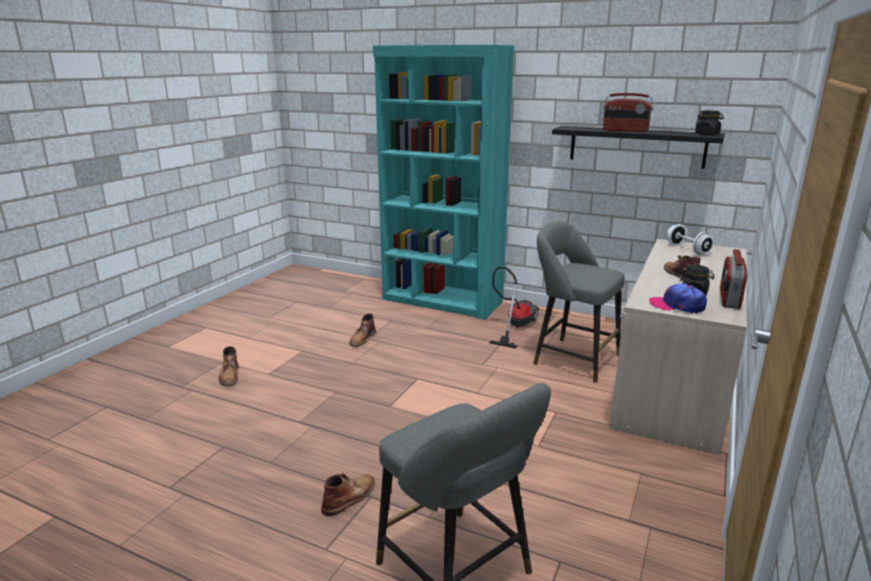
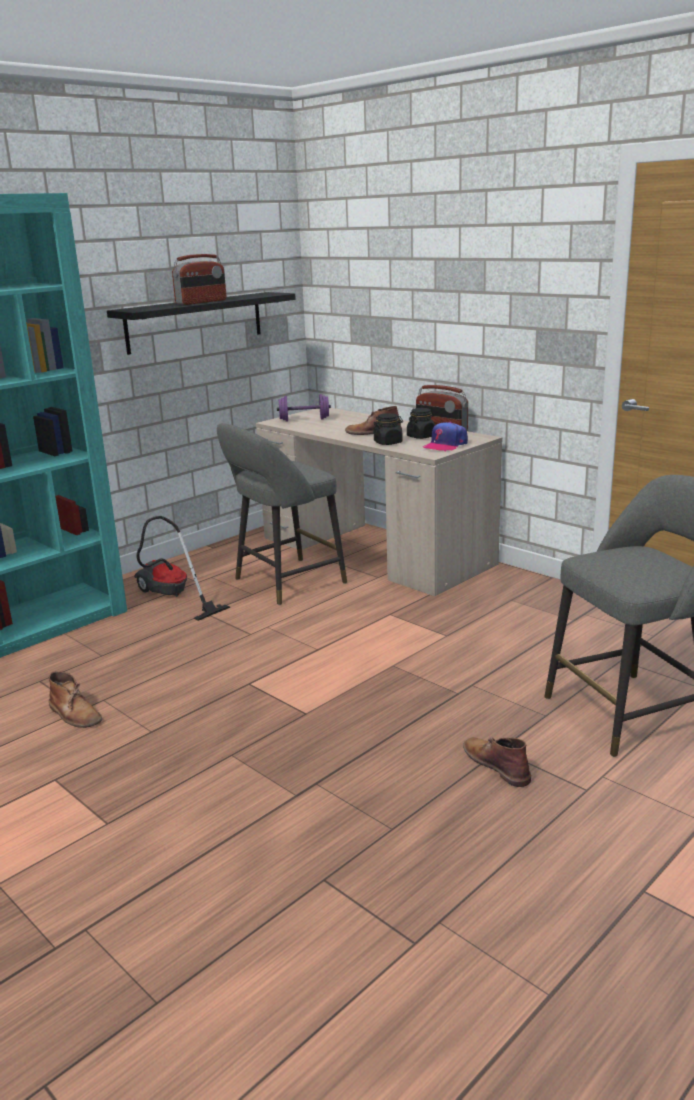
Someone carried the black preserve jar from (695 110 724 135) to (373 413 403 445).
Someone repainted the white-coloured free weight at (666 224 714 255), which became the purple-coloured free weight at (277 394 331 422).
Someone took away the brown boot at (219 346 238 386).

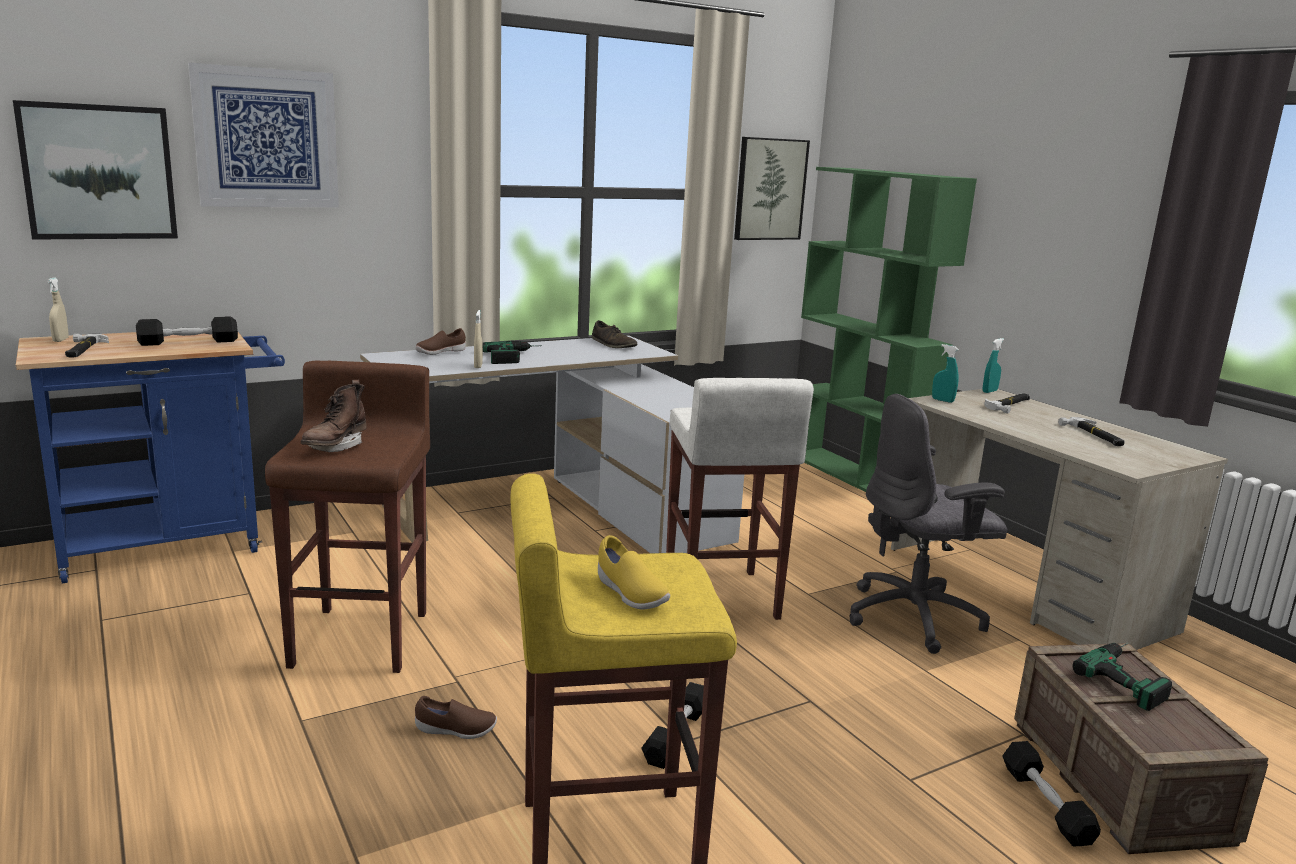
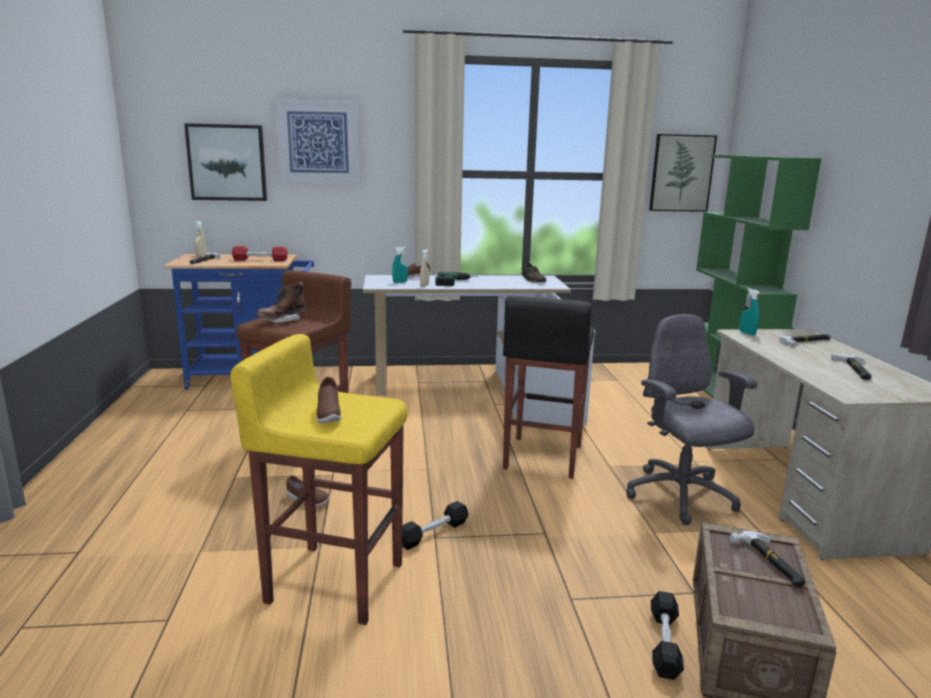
Someone repainted the black free weight at (136 316 238 346), which became the red-coloured free weight at (232 246 288 262).
Someone carried the turquoise-coloured sprayer from (983 338 1004 393) to (392 247 408 283).
Someone repainted the white-coloured stool seat at (666 378 814 620), which became the black stool seat at (503 296 594 479).
Someone rotated the grey desk chair at (849 394 1007 654) by 60 degrees clockwise.
Someone repainted the yellowish shoe at (598 535 670 609), which became the brown shoe at (316 377 341 423).
Someone swapped the power drill at (1073 643 1172 711) for the hammer at (730 531 805 586).

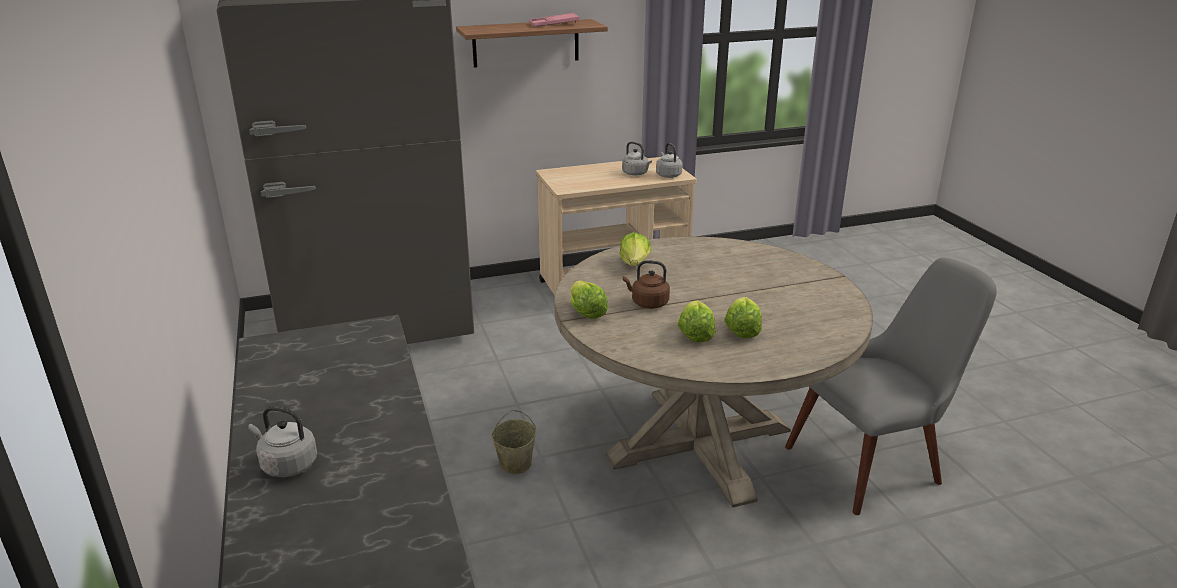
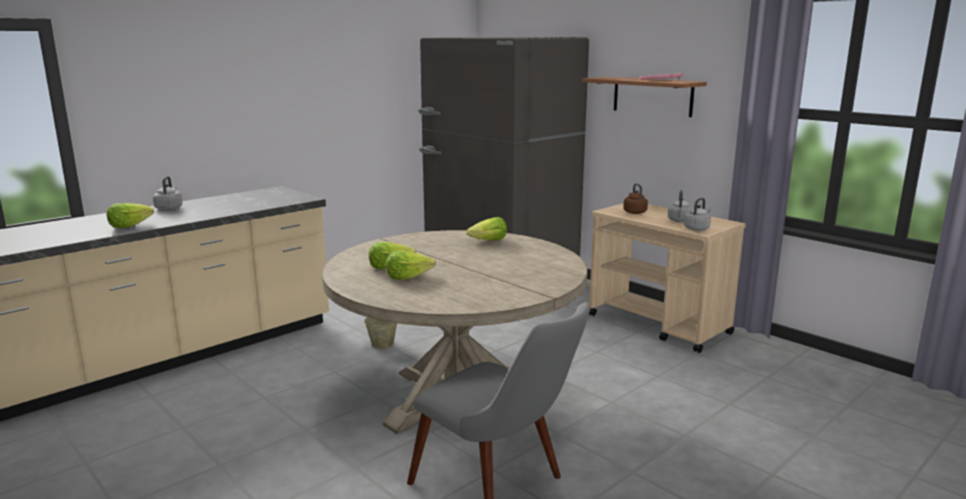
Someone carried the brown water kettle from (623 260 670 309) to (623 183 648 214).
Someone carried the lettuce head from (570 280 608 319) to (107 203 154 228).

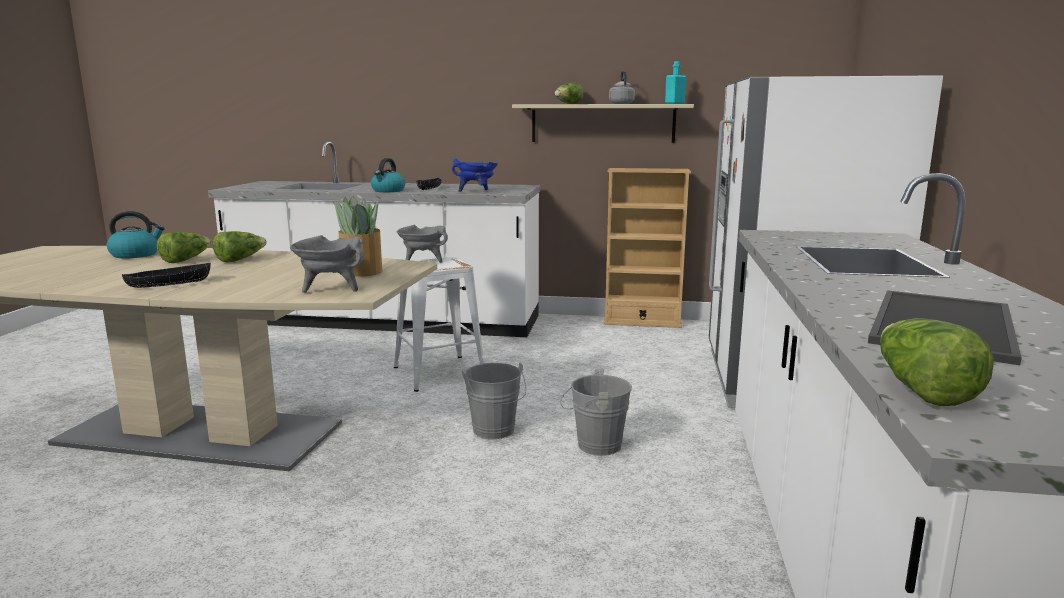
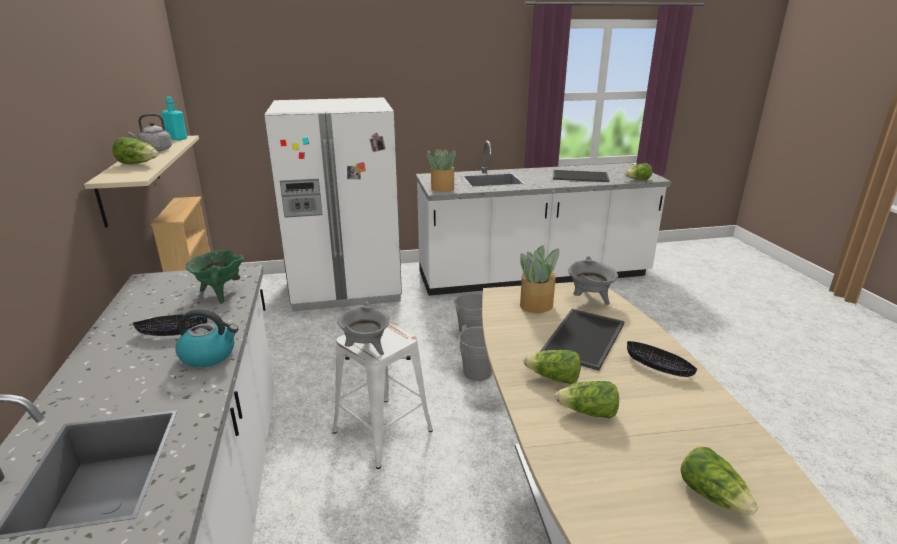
Someone repainted the bluish cooking pot at (452 159 498 192), which became the green-coloured cooking pot at (186 250 244 304).
Someone took away the water kettle at (107 211 165 259).
Someone put down the houseplant at (427 149 456 192).
Someone put down the serving tray at (540 309 625 371).
Someone put down the lettuce head at (680 447 758 515).

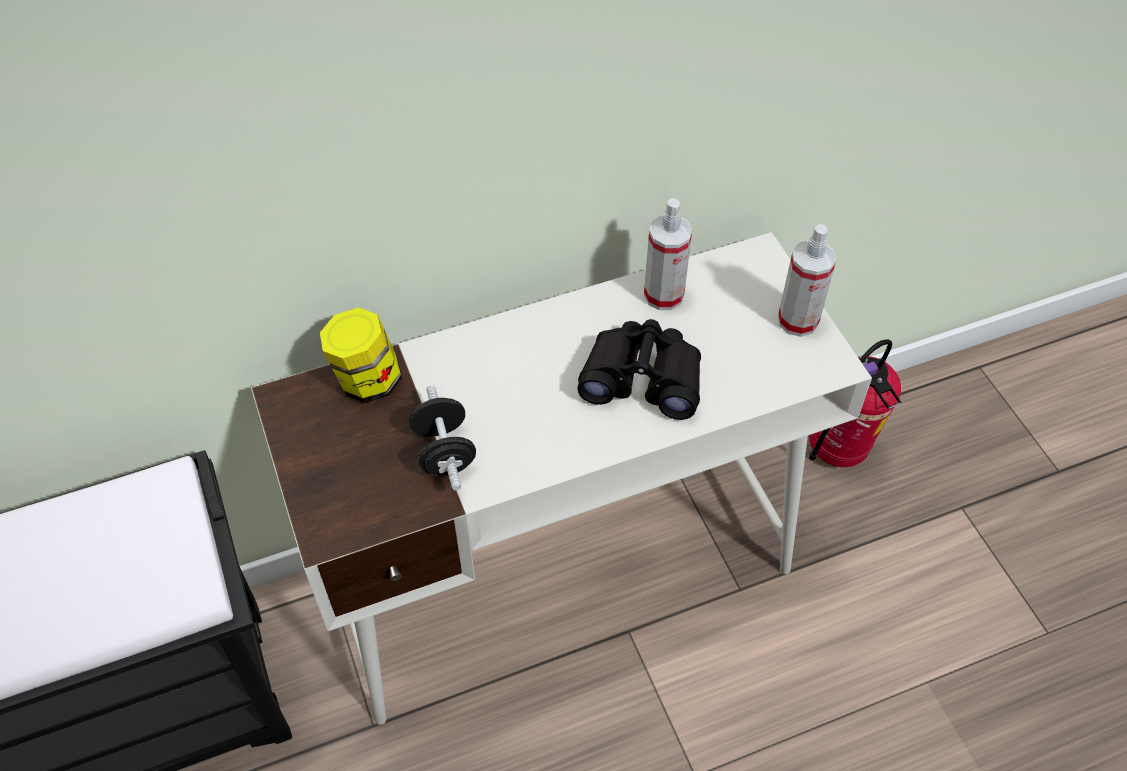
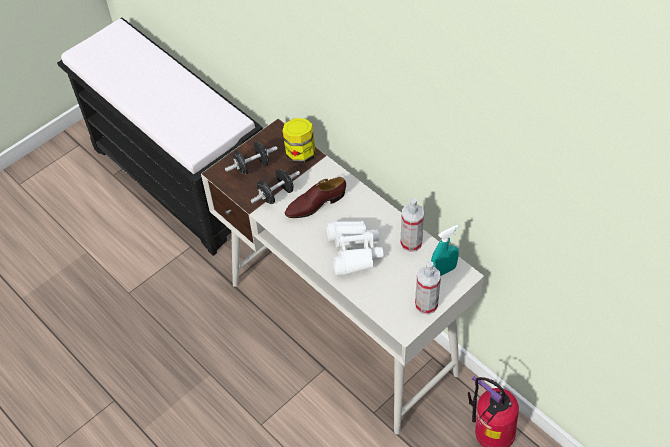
Someone repainted the black pair of binoculars at (577 319 701 420), which became the white-coloured pair of binoculars at (326 221 384 276).
Someone put down the black free weight at (225 142 278 175).
Someone put down the brown shoe at (285 177 346 218).
Someone put down the turquoise-coloured sprayer at (431 225 459 276).

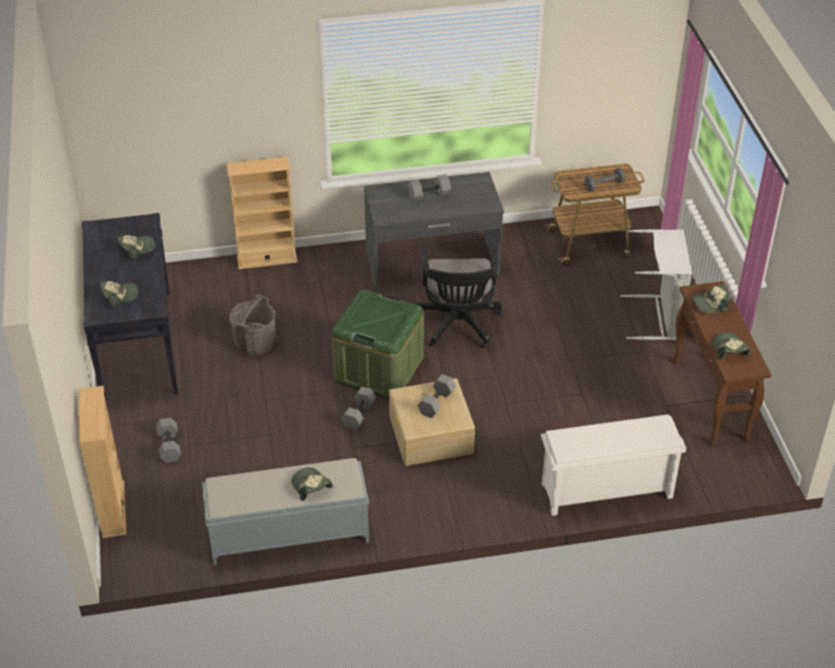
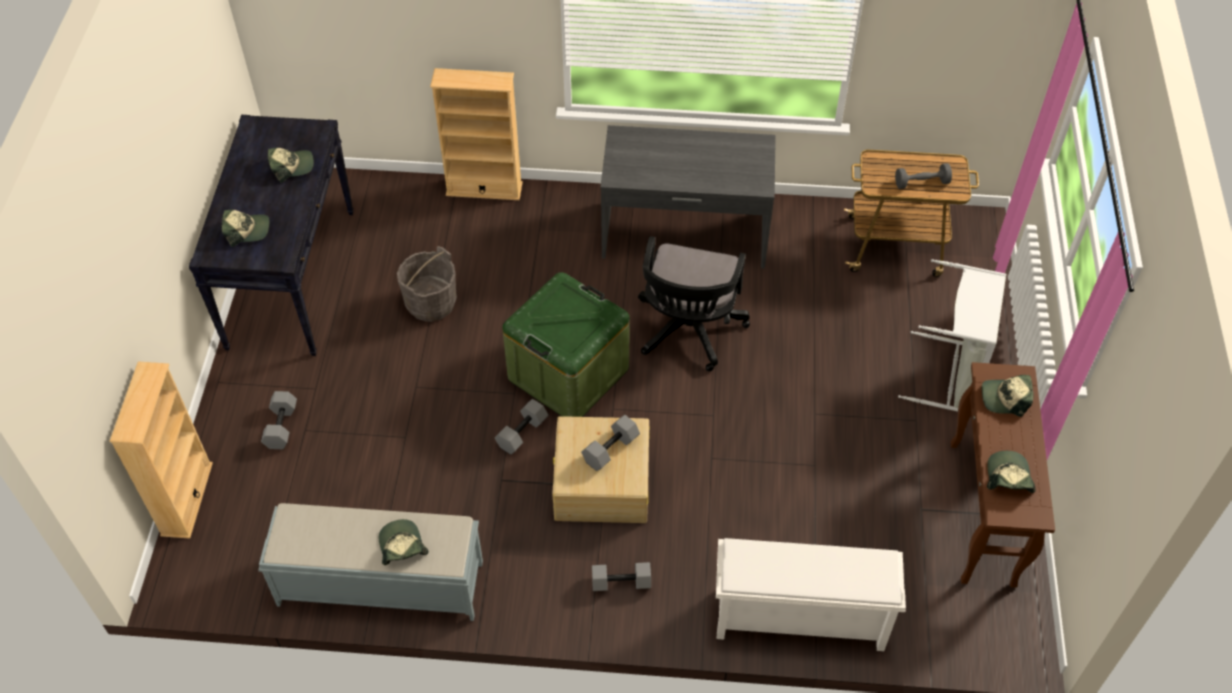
Someone carried the grey free weight from (408 174 451 201) to (592 562 651 591).

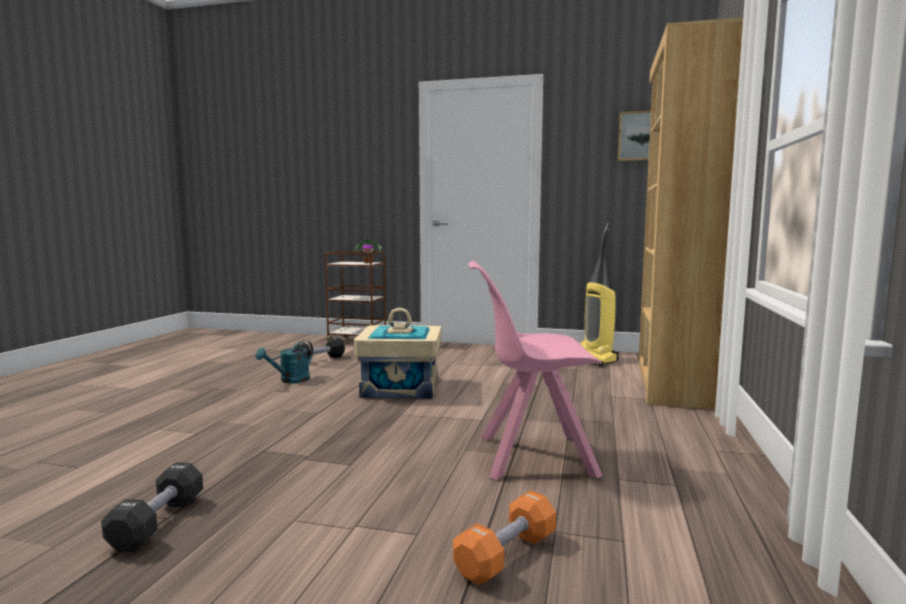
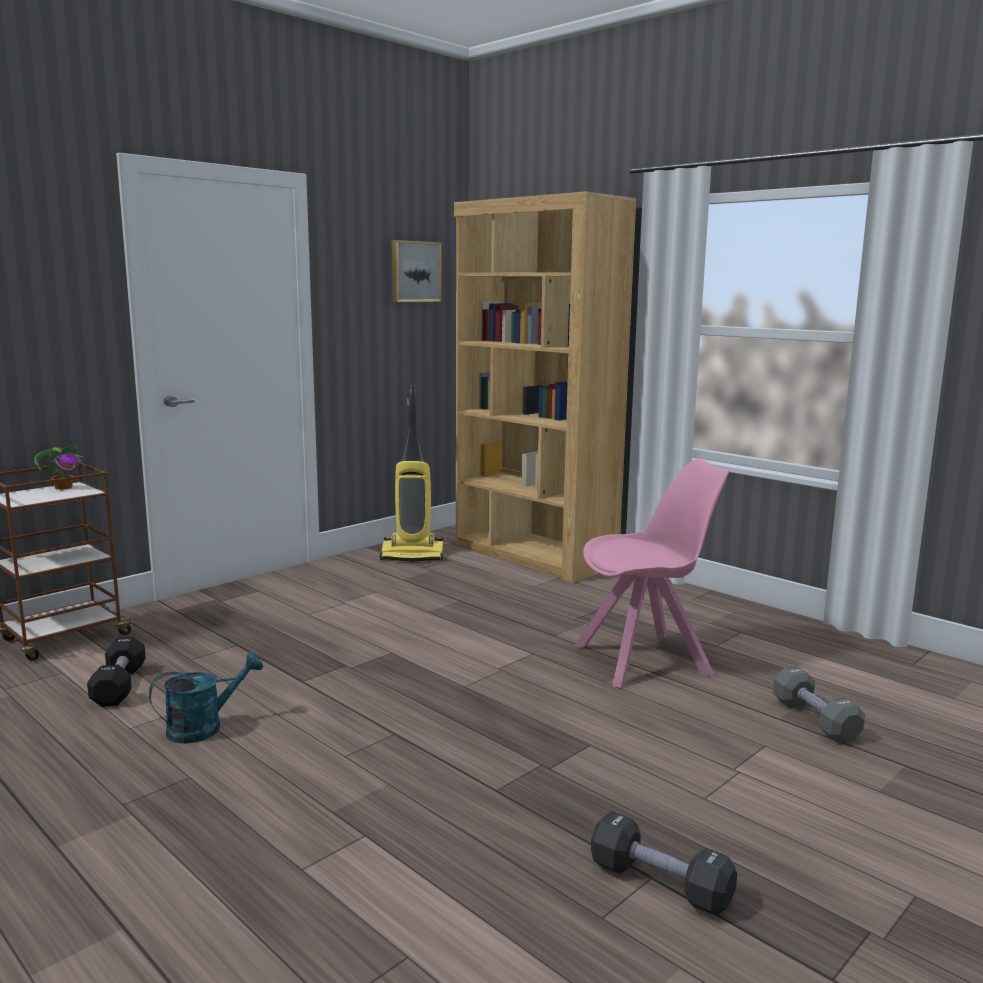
Someone rotated the pink-coloured plain chair at (468 261 603 480) by 135 degrees counterclockwise.
Someone took away the beige storage bin at (354 308 441 399).
Someone rotated the turquoise-coloured watering pot at (256 340 313 383) by 105 degrees counterclockwise.
Someone repainted the orangey free weight at (453 490 556 585), which became the grey free weight at (773 666 865 744).

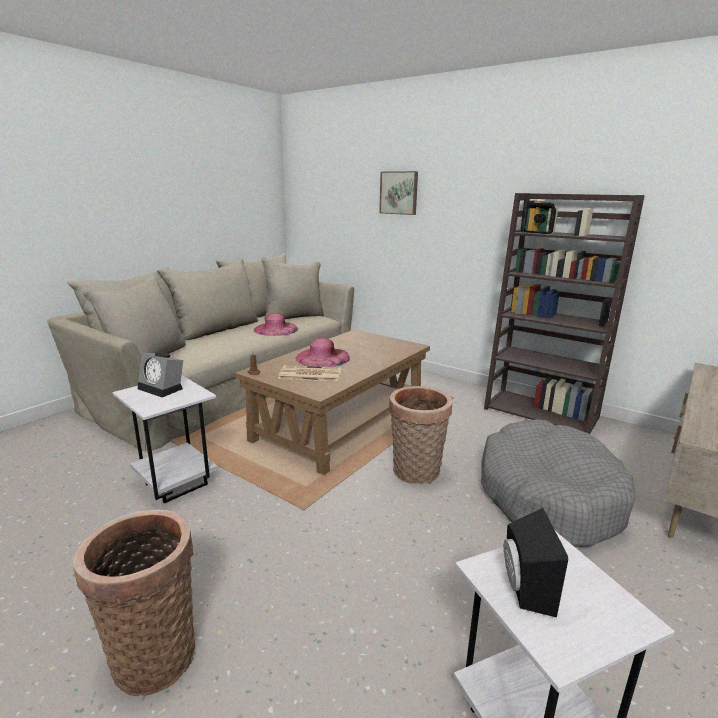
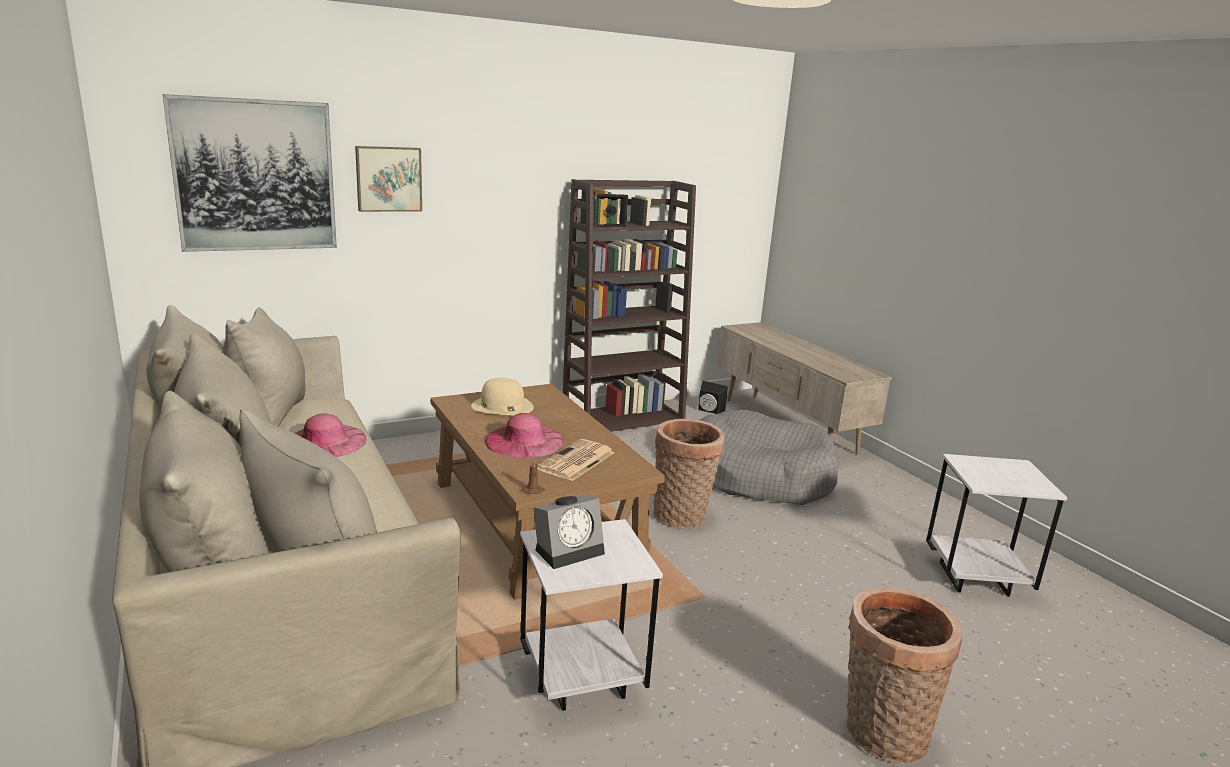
Someone carried the black audio speaker from (504 508 568 617) to (698 381 728 414).
Someone put up the wall picture at (163 94 337 252).
Someone put down the beige wearable hat at (471 378 534 415).

